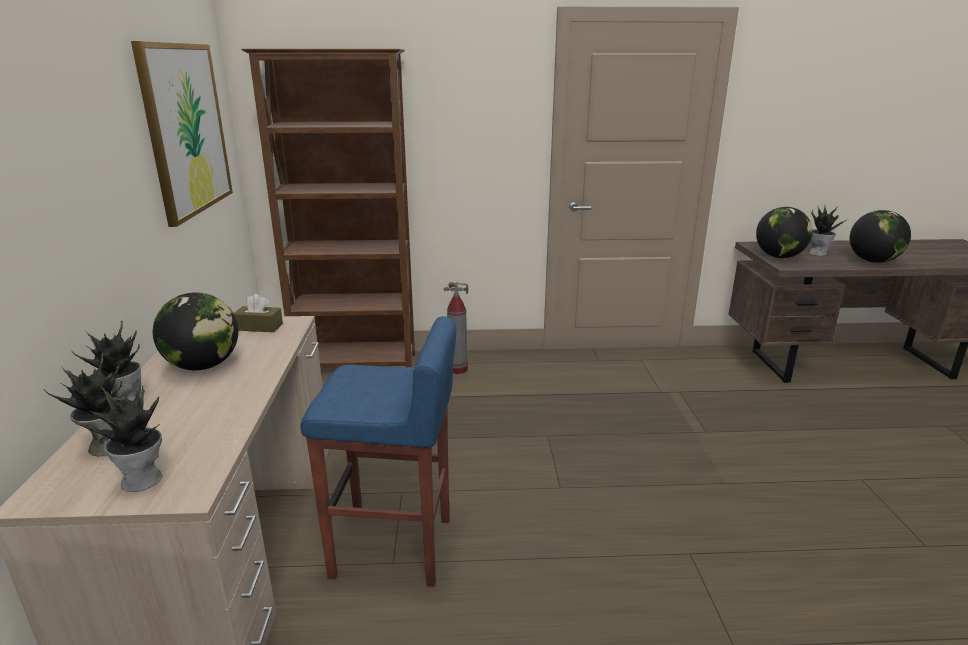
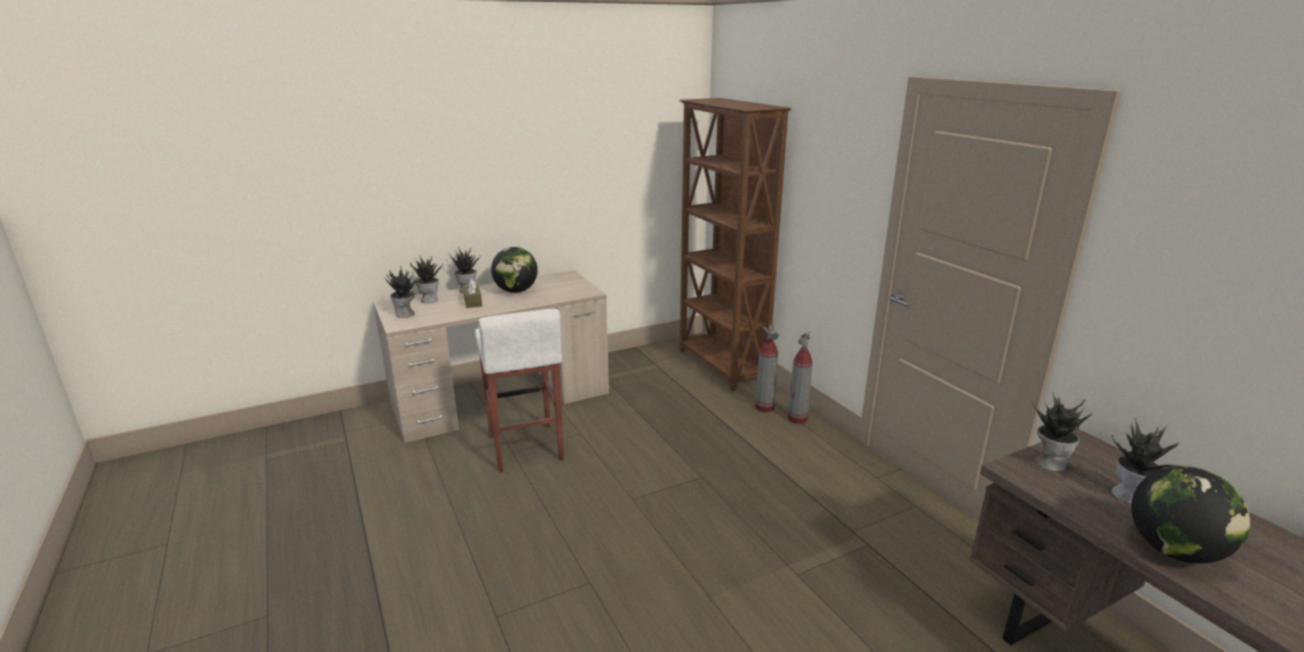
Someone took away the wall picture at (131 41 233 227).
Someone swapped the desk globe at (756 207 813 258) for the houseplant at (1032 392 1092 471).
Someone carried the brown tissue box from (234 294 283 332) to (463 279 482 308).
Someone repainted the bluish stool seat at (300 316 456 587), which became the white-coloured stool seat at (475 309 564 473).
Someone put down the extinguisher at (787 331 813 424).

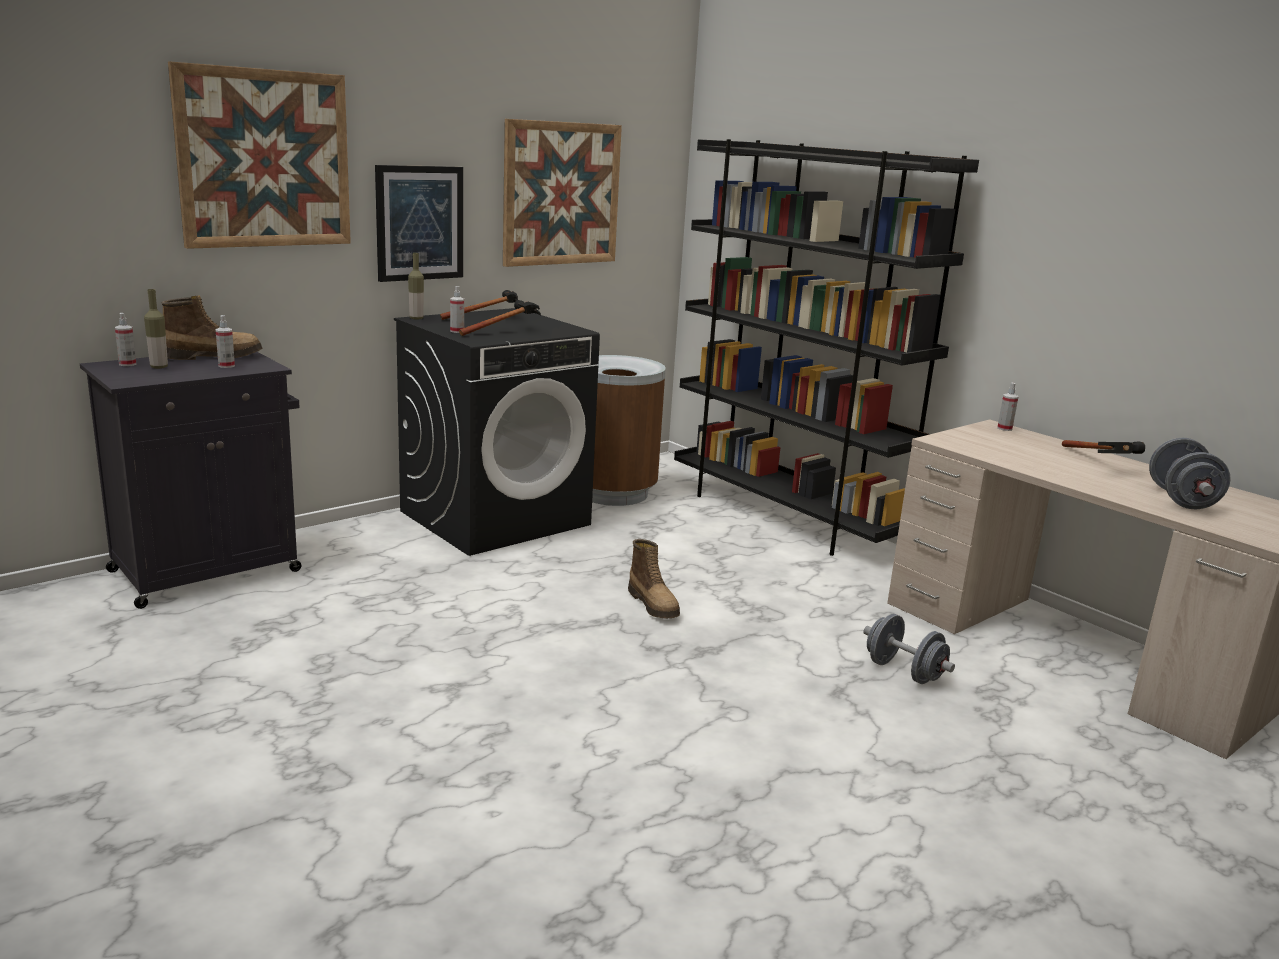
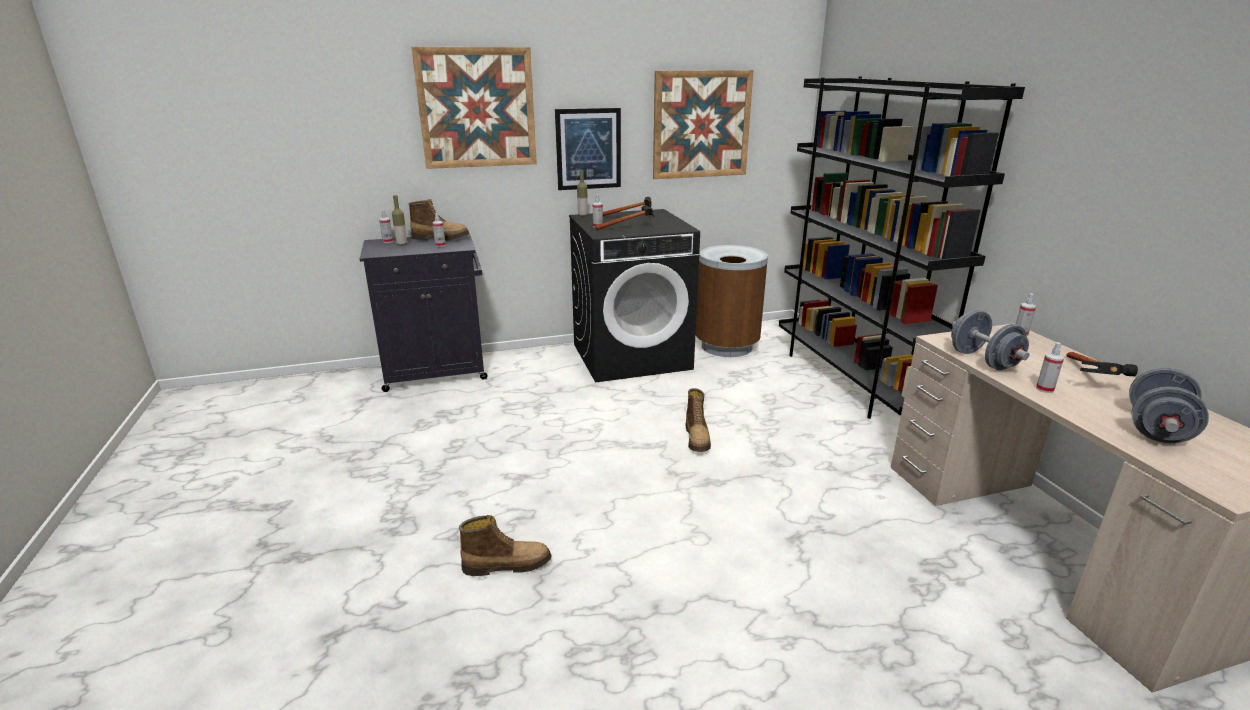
Someone carried the grey free weight from (863 614 955 684) to (951 310 1030 370).
Someone put down the sprayer at (1036 342 1064 393).
Someone put down the boot at (459 515 551 576).

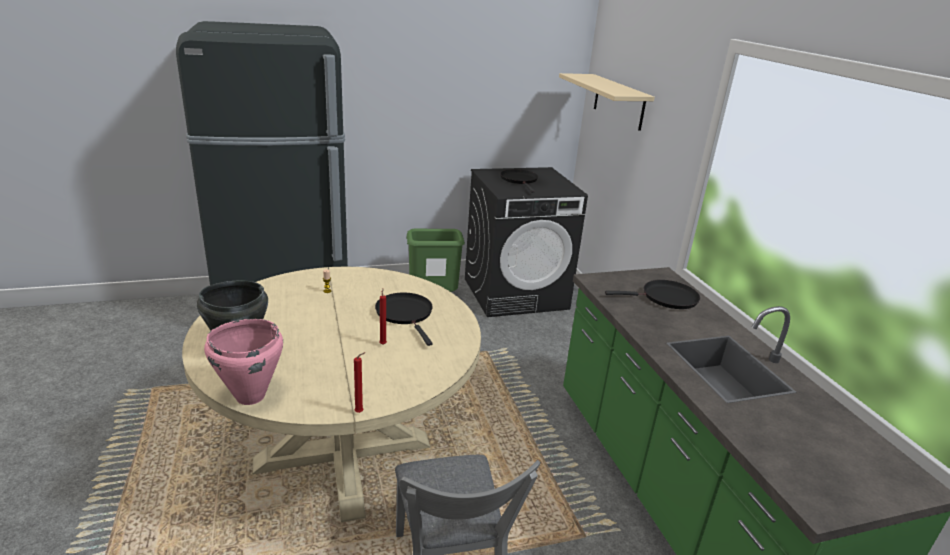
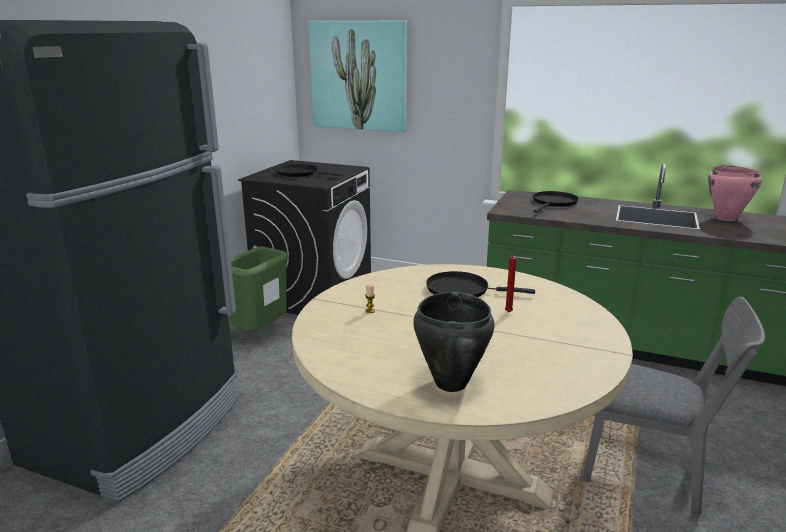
Someone swapped the beige bracket shelf at (559 73 655 131) for the wall picture at (308 21 407 132).
Someone carried the pink-coloured cooking pot from (204 319 283 405) to (708 165 762 221).
Someone took away the red-coloured wax candle at (354 352 366 413).

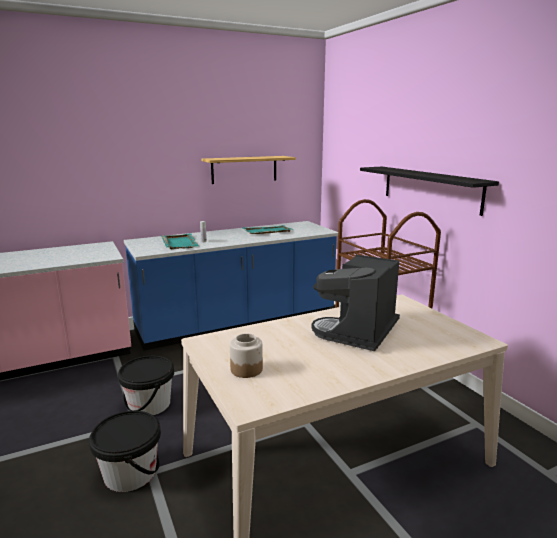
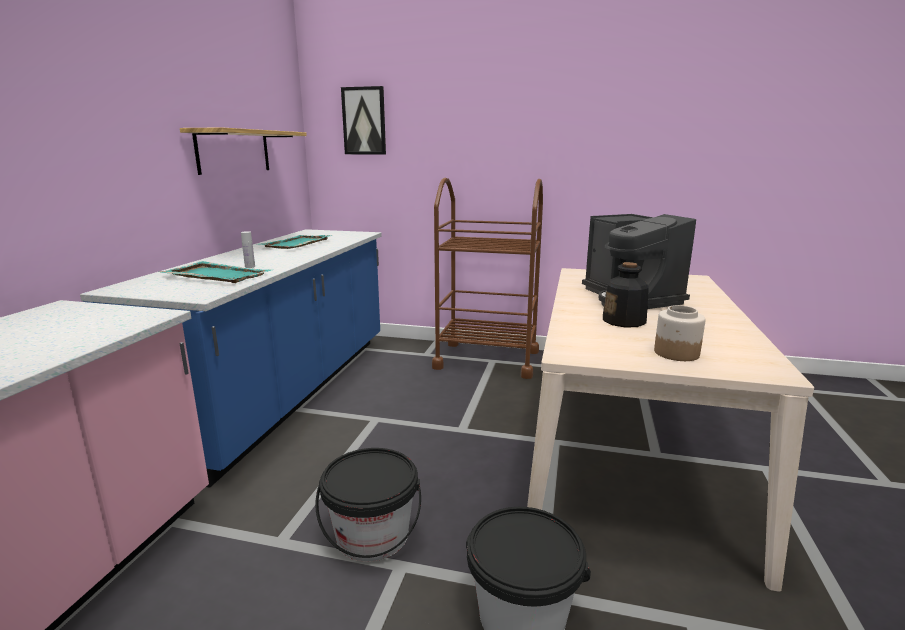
Someone took away the black bracket shelf at (360 167 499 216).
Someone put up the wall picture at (341 86 386 154).
Someone put down the bottle at (603 262 649 327).

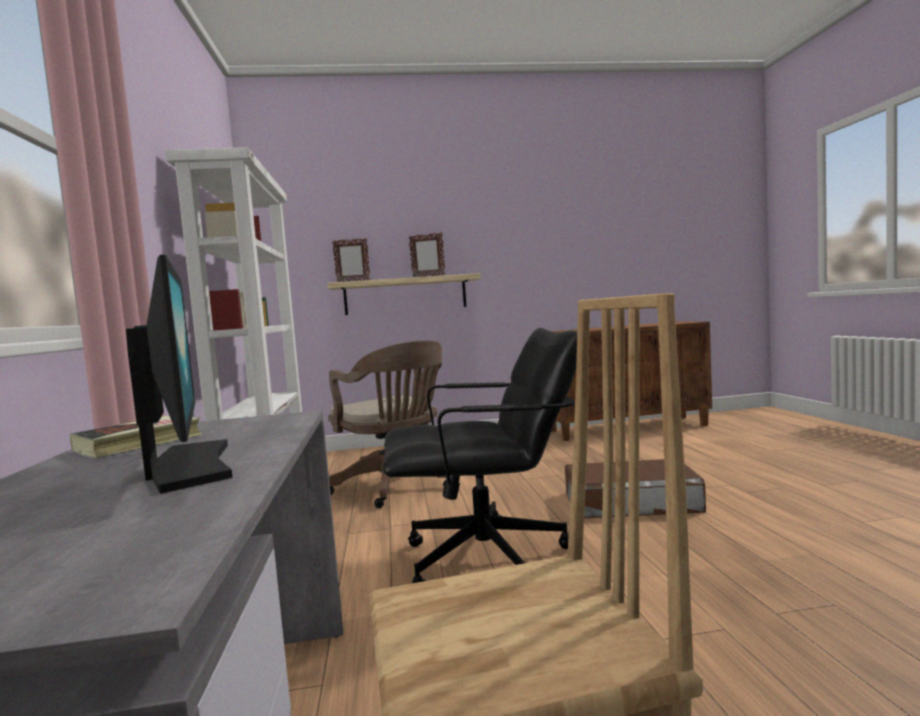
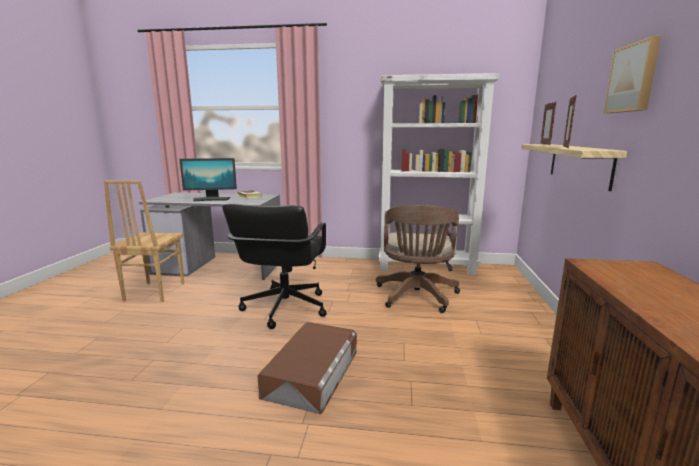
Someone rotated the brown desk chair at (328 340 446 508) by 60 degrees counterclockwise.
Someone put up the wall picture at (604 36 661 113).

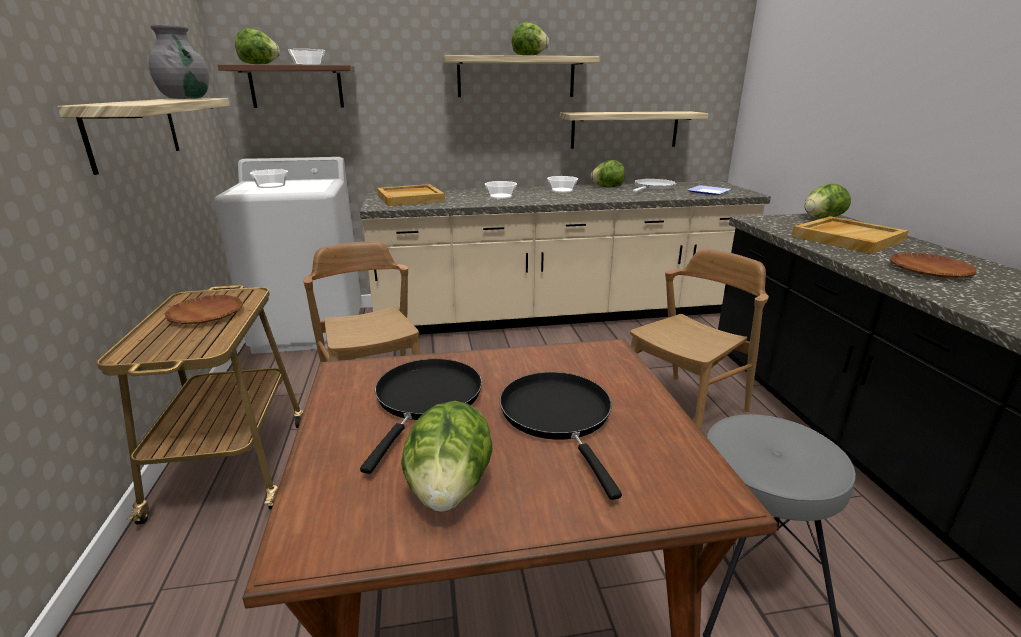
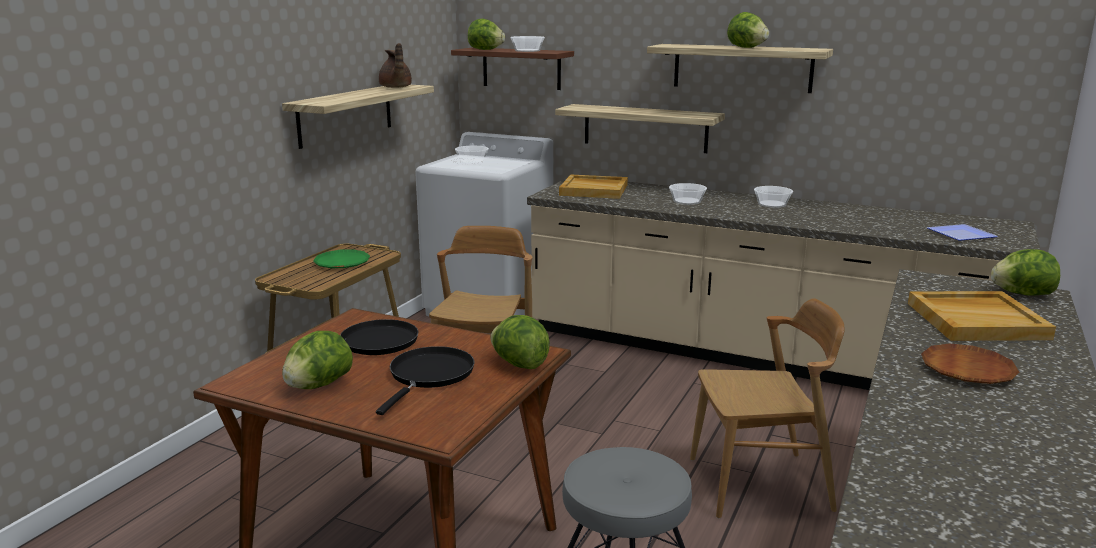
Someone swapped the grey decorative vase at (148 25 209 99) for the brown teapot at (379 43 412 88).
Someone carried the bracket shelf from (560 111 708 149) to (555 104 725 153).
Someone carried the lettuce head from (591 160 625 187) to (490 315 550 369).
Someone took away the white-coloured skillet at (633 179 676 192).
Someone repainted the brown plate at (165 295 243 324), which became the green-coloured plate at (313 249 370 268).

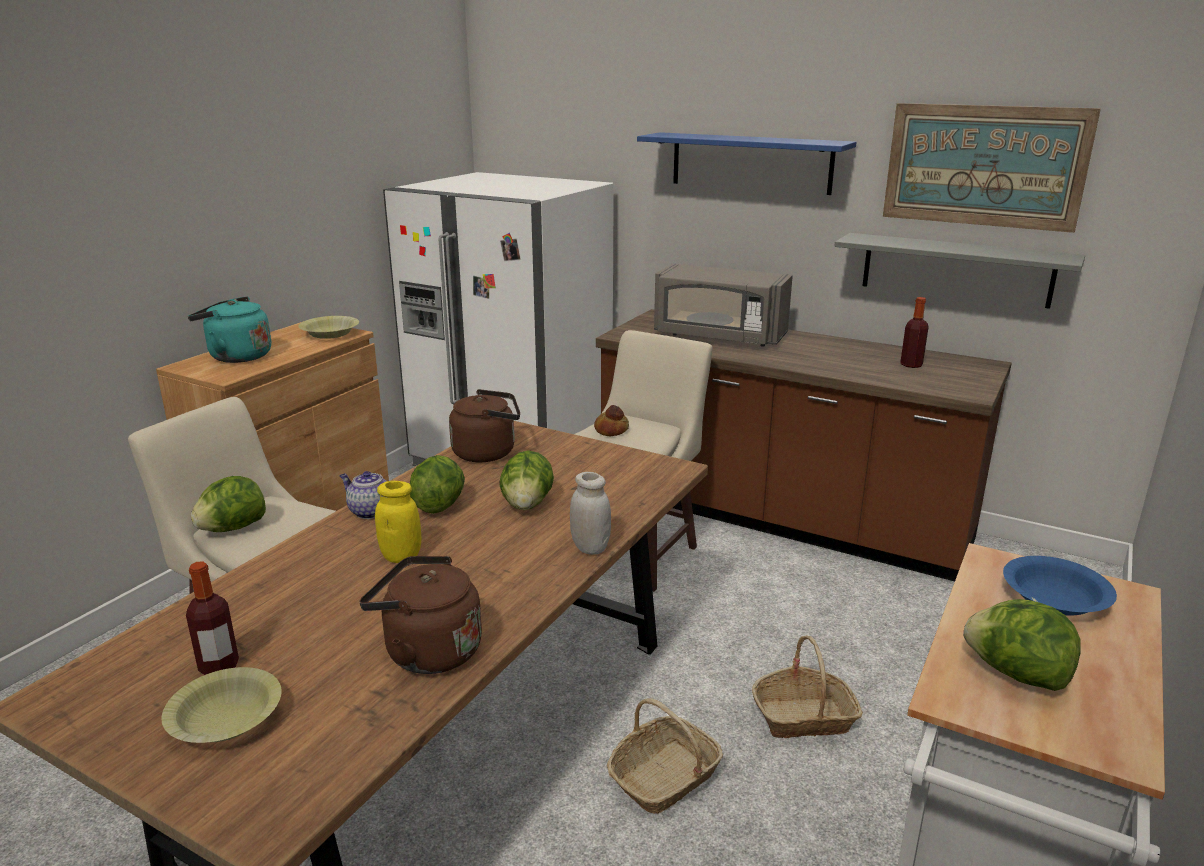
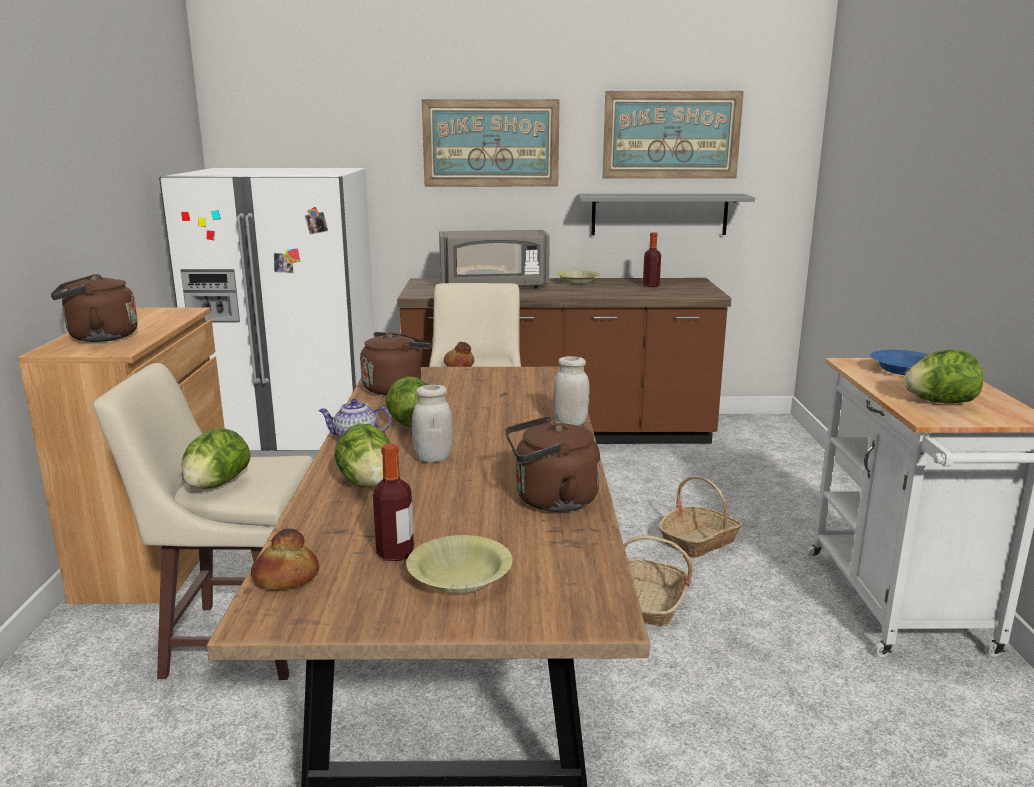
Someone swapped the bluish bracket shelf at (637 132 857 195) for the wall picture at (421 99 560 187).
Someone repainted the turquoise-coloured water kettle at (188 296 271 363), which became the brown water kettle at (51 274 138 342).
Someone carried the yellowish deep dish from (299 316 359 339) to (556 270 600 284).
Someone carried the lettuce head from (499 450 554 510) to (334 424 391 488).
Someone repainted the yellowish preserve jar at (375 481 421 563), which became the white-coloured preserve jar at (412 385 453 463).
Someone put down the baked bread at (251 529 319 590).

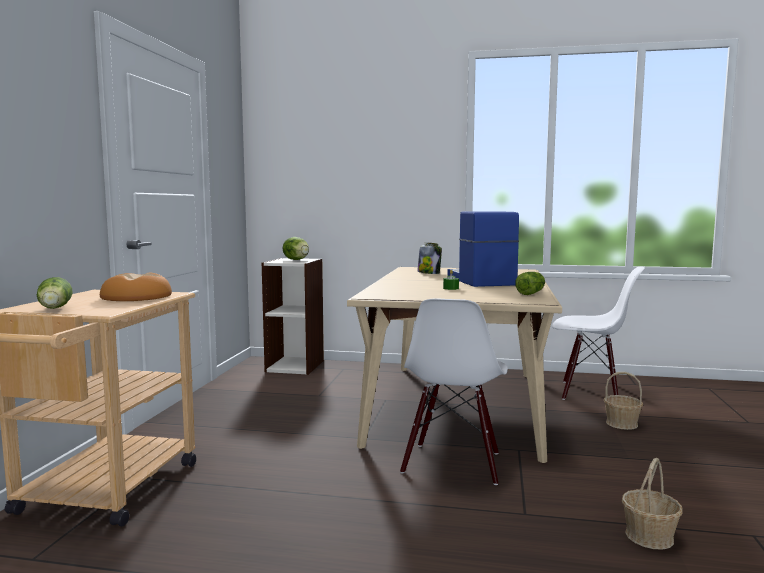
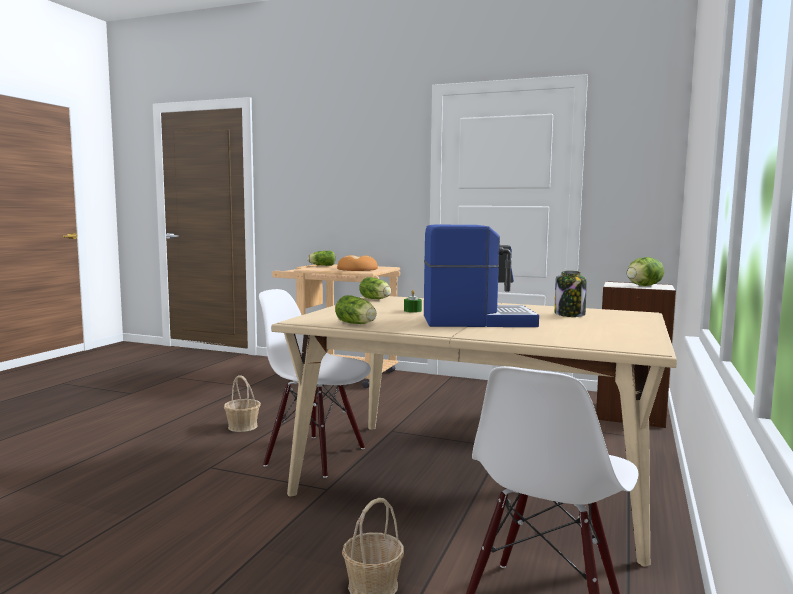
Someone carried the storage basket from (622 458 682 550) to (224 375 261 432).
Someone put down the lettuce head at (359 277 391 299).

